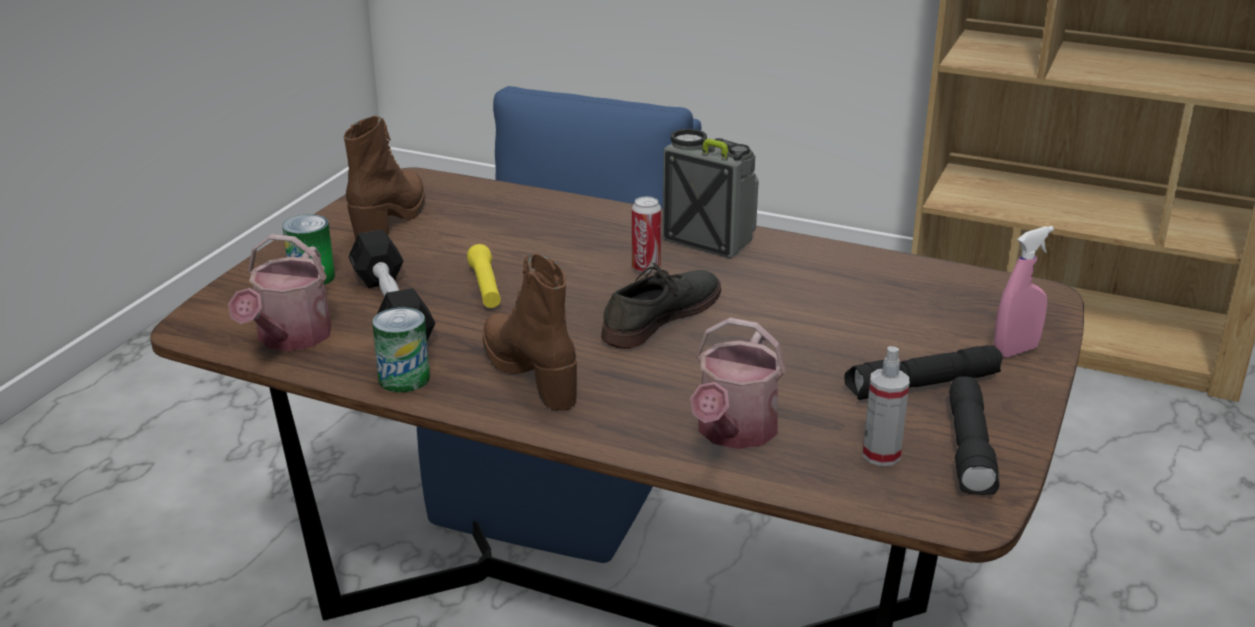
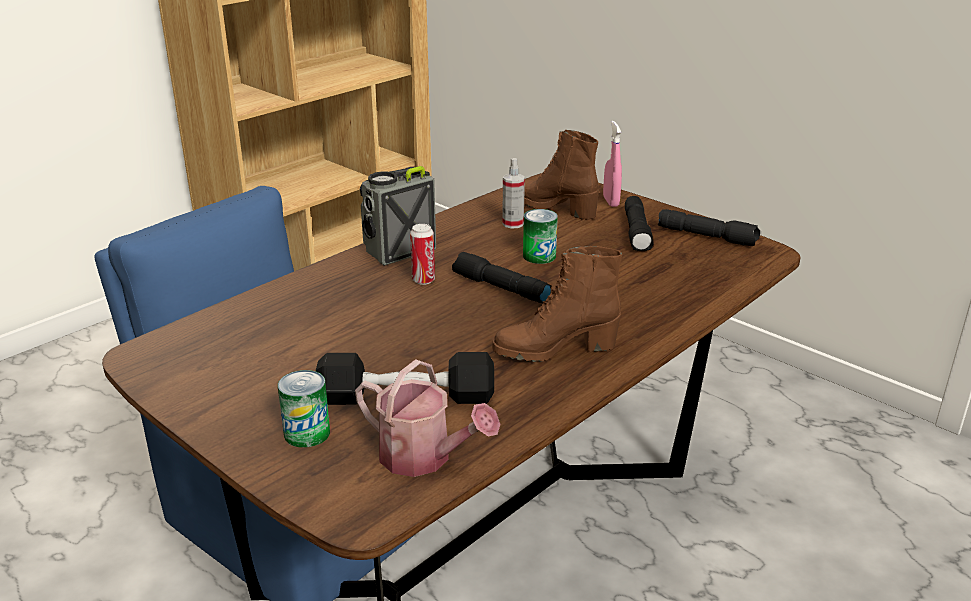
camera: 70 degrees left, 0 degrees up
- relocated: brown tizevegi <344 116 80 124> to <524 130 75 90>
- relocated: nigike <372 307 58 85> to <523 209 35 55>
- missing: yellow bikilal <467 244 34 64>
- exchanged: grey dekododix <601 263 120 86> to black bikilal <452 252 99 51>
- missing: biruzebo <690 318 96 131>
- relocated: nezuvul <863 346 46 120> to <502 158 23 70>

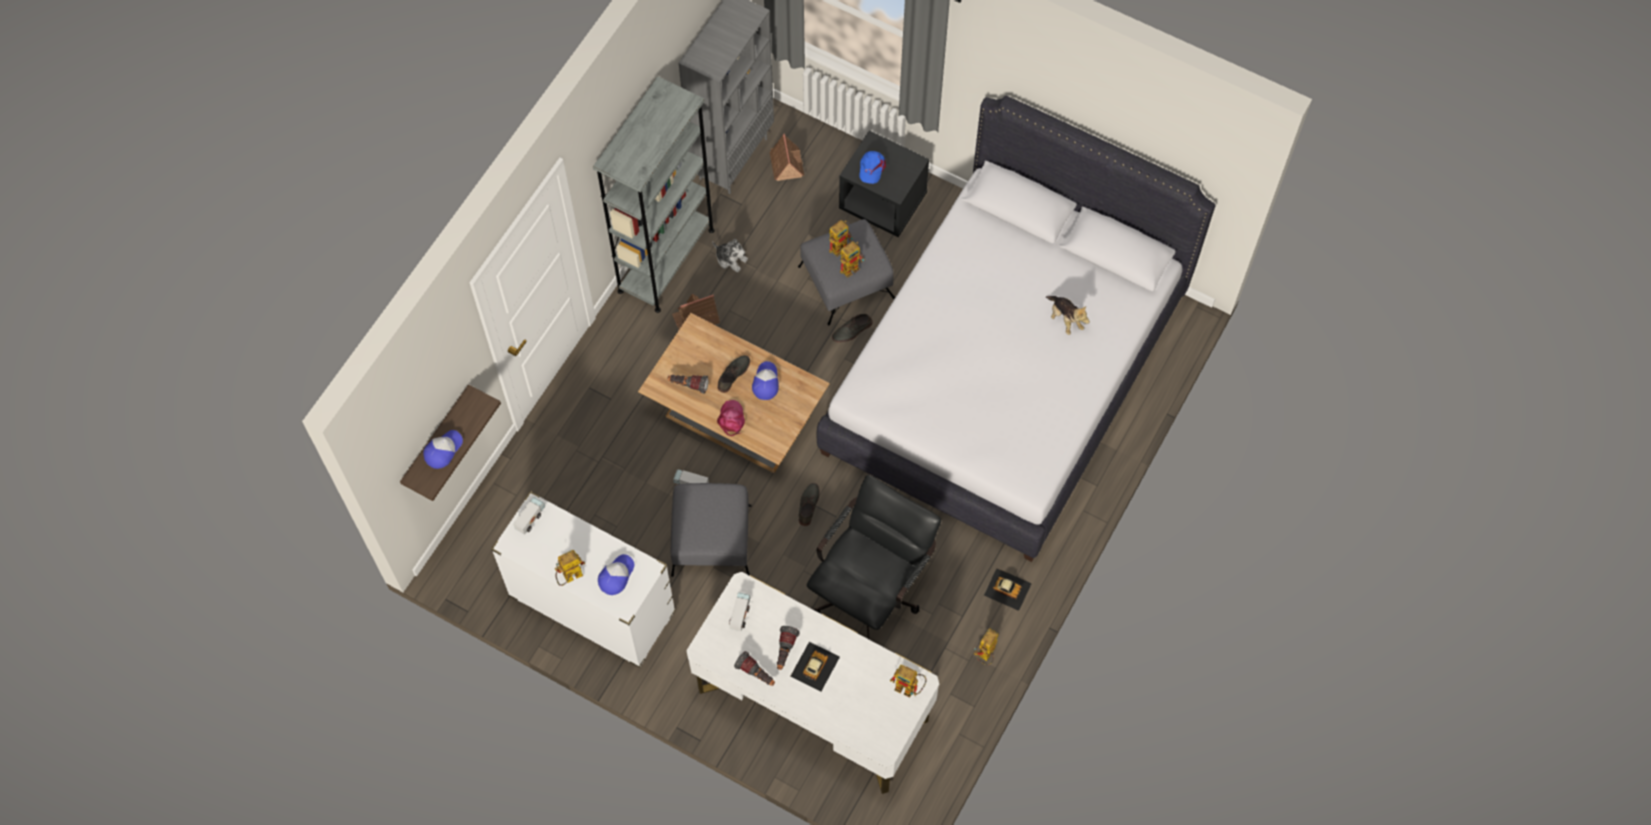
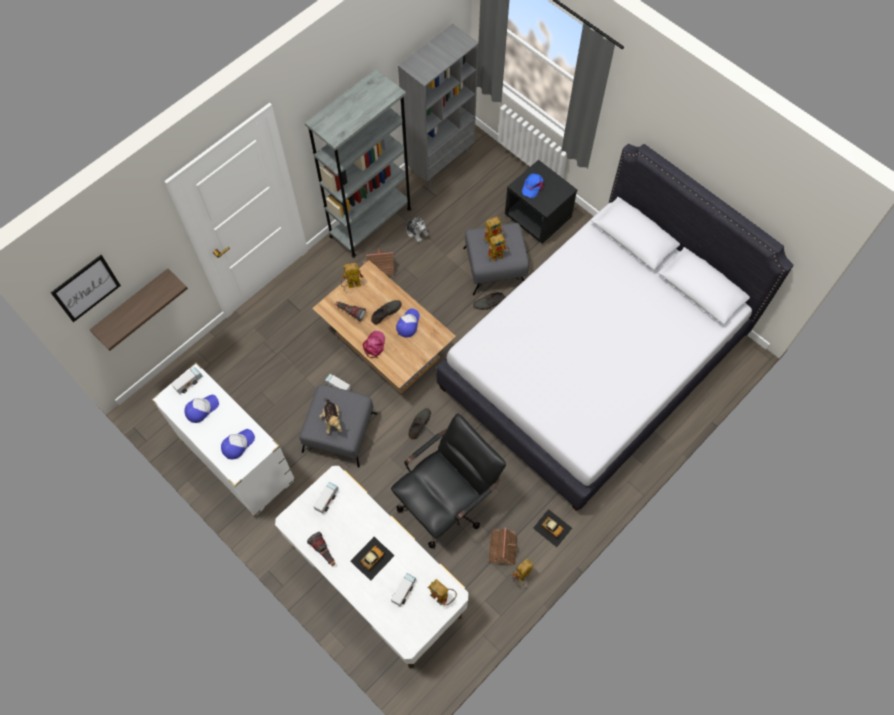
camera: 15 degrees right, 0 degrees up
- relocated: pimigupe <423 430 40 39> to <184 395 35 28>
- relocated: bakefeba <555 550 30 36> to <341 263 23 25>
- relocated: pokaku <770 134 34 47> to <489 528 28 37>
- missing: bikilal <777 626 23 44>
- relocated: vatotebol <1046 296 44 39> to <319 398 23 36>
- appeared: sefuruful <51 255 70 67>
- appeared: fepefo <391 573 25 34>

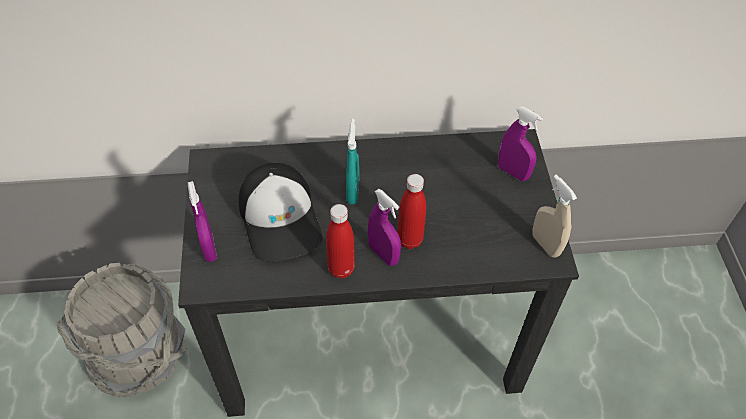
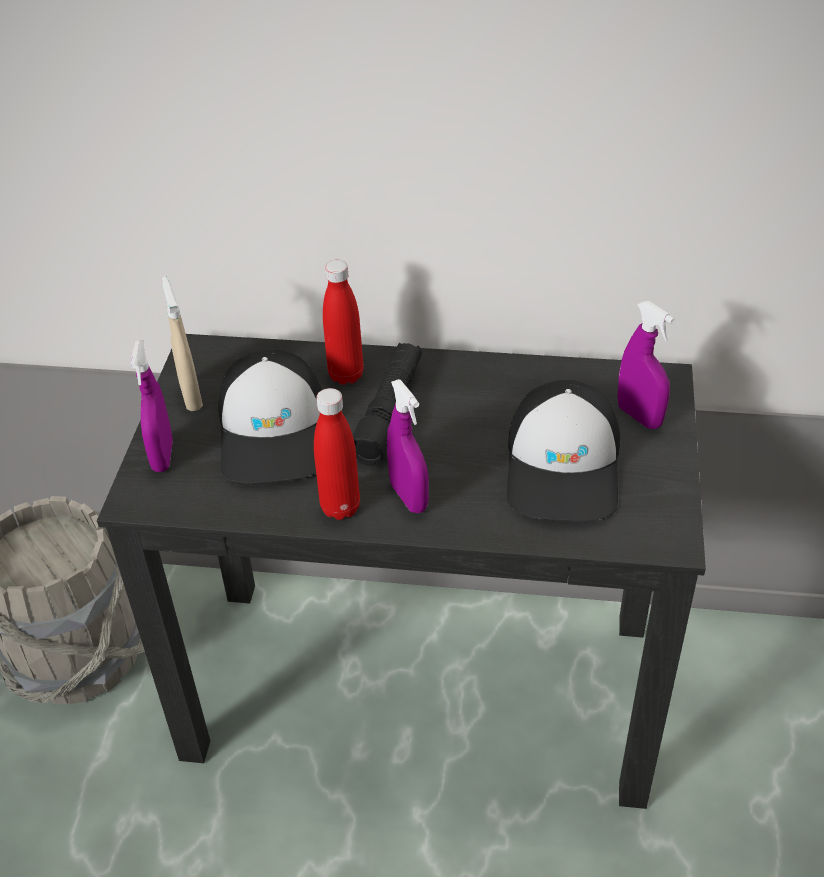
camera: 15 degrees right, 10 degrees down
- exchanged: turquoise nezuvul <346 119 13 86> to black bikilal <353 343 69 123>
- relocated: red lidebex <397 174 29 75> to <323 260 40 125>
- relocated: beige nezuvul <532 175 45 82> to <162 276 41 135>
- appeared: pimigupe <507 380 113 141>

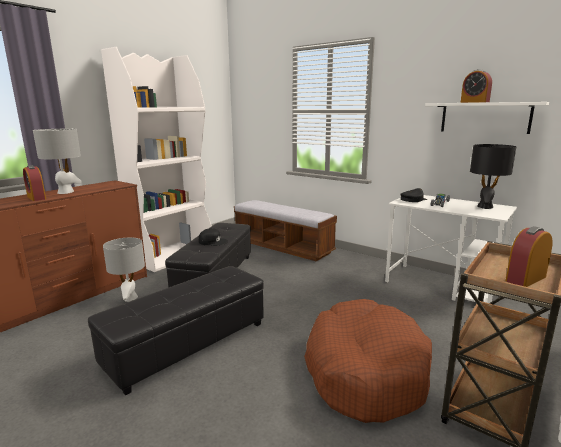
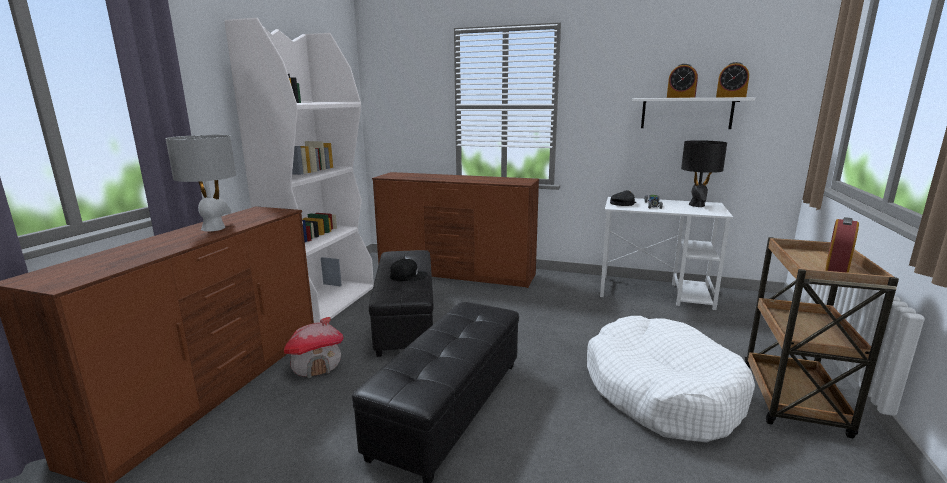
camera: 20 degrees left, 0 degrees up
- relocated: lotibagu <23 165 23 36> to <716 62 33 35>
- exchanged: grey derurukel <103 237 42 65> to pokaku <284 317 59 61>
- exchanged: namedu <234 200 103 61> to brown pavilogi <372 172 167 116>
- colour: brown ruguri <304 299 128 124> to white ruguri <587 316 168 127>

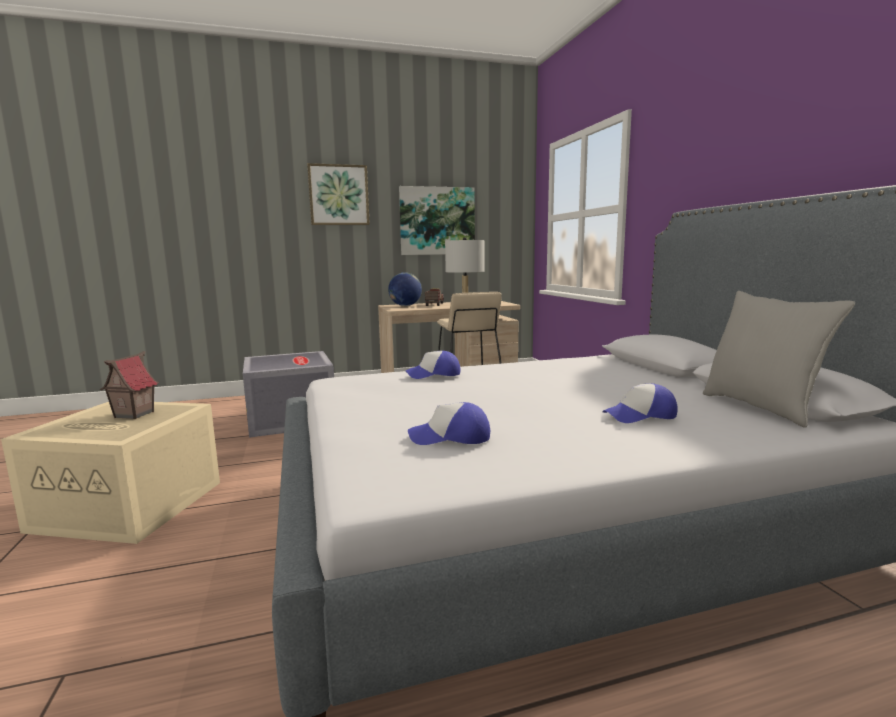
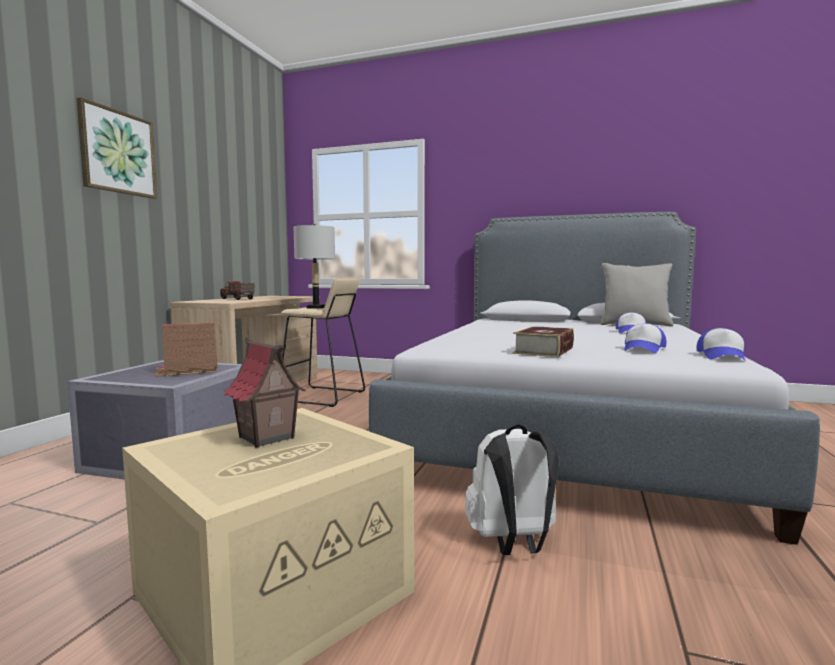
camera: 55 degrees left, 5 degrees down
- missing: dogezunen <388 272 34 34>
- missing: sefuruful <399 186 76 69>
- relocated: pimigupe <406 351 55 28> to <696 328 50 33>
- appeared: pokaku <154 322 64 55>
- appeared: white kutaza <465 424 94 131>
- appeared: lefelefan <513 326 61 31>

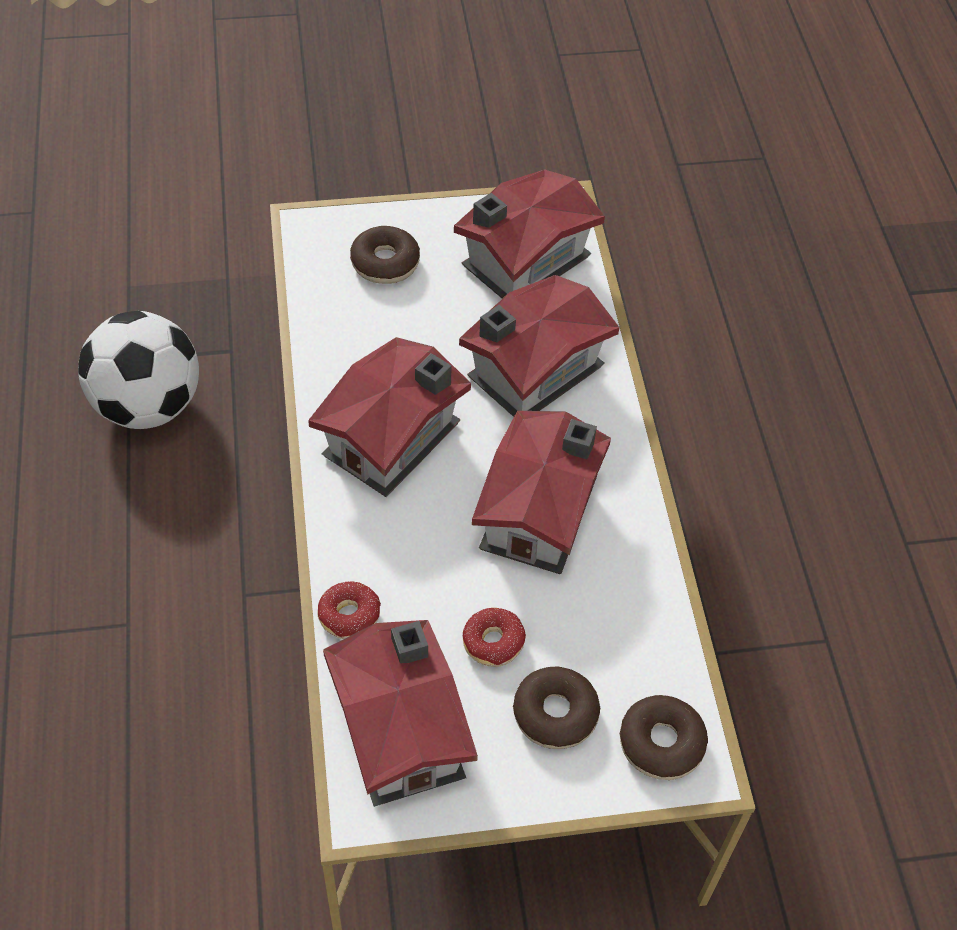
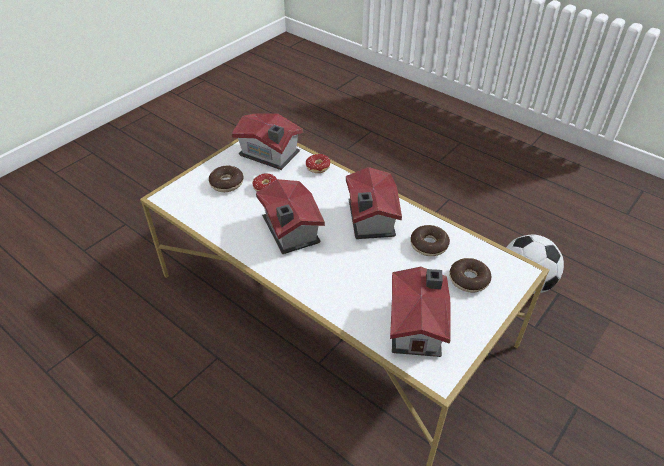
camera: 140 degrees right, 10 degrees down
- missing: pokaku <459 275 161 142>
- relocated: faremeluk <620 695 88 85> to <410 225 40 31>

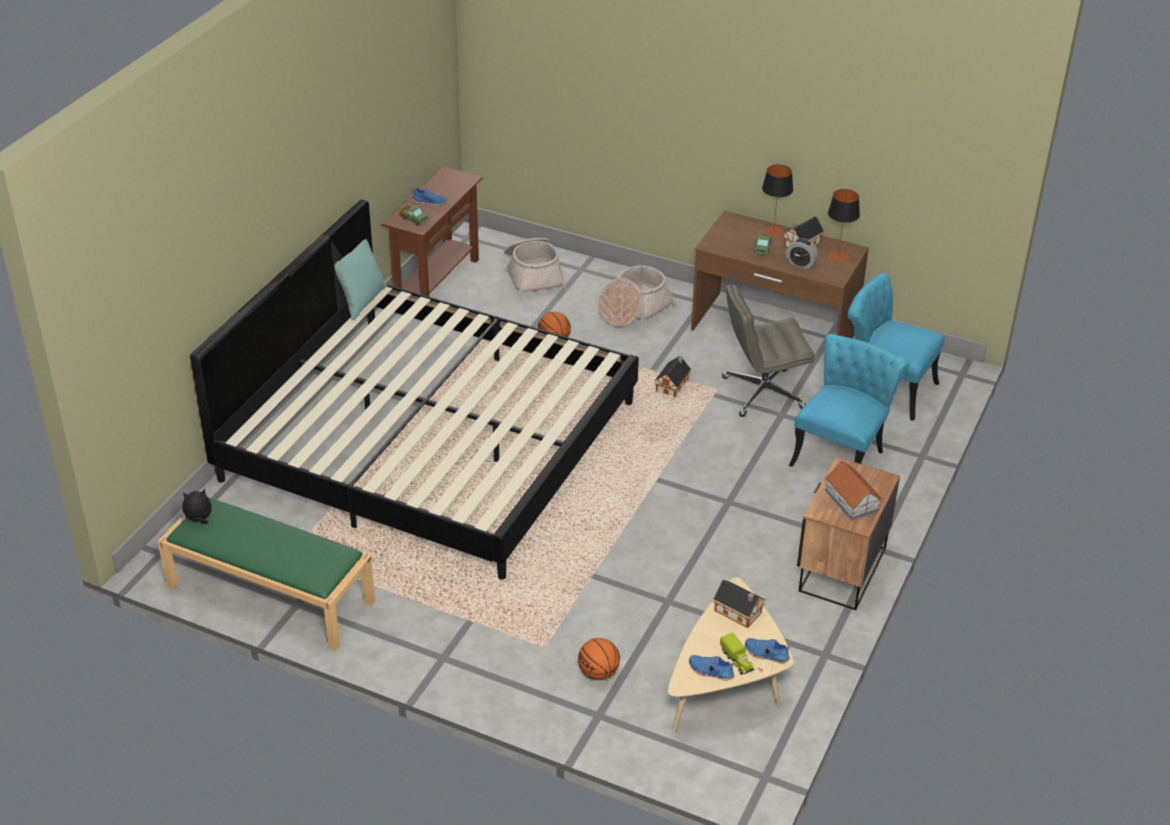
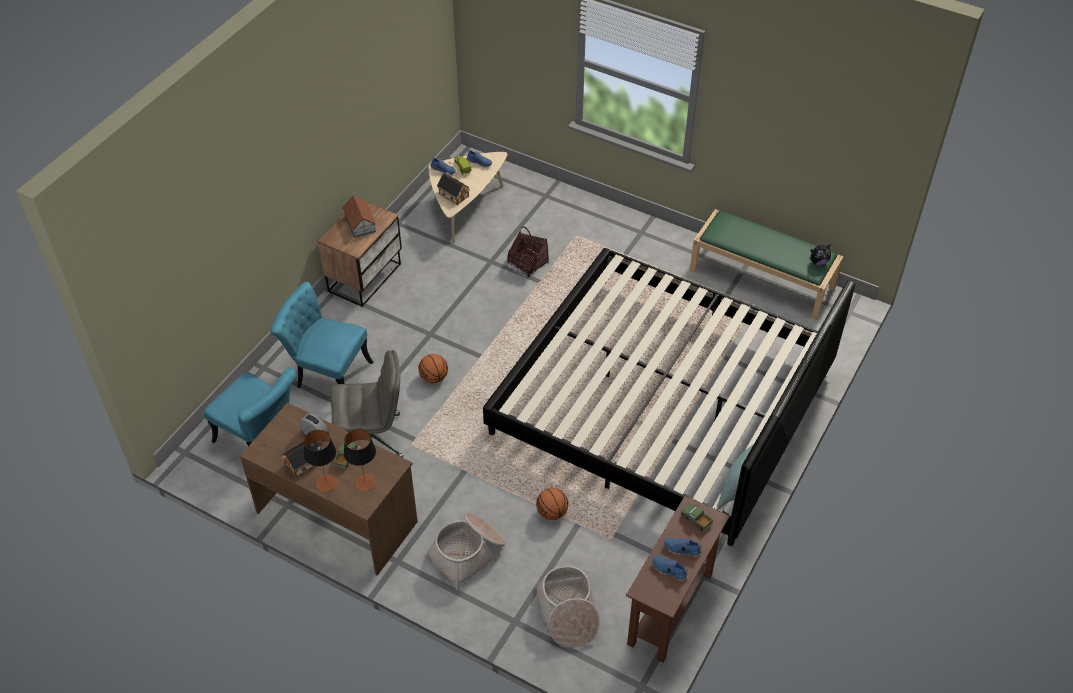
camera: 175 degrees left, 10 degrees up
- relocated: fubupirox <578 638 42 42> to <419 354 29 29>
- missing: pokaku <655 356 36 41>
- spun: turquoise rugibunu <789 334 121 133> = <270 282 103 106> 75 degrees clockwise
- relocated: derurukel <828 189 32 74> to <344 429 32 62>
- appeared: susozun <507 227 42 50>
- appeared: blue dekododix <652 555 36 26>

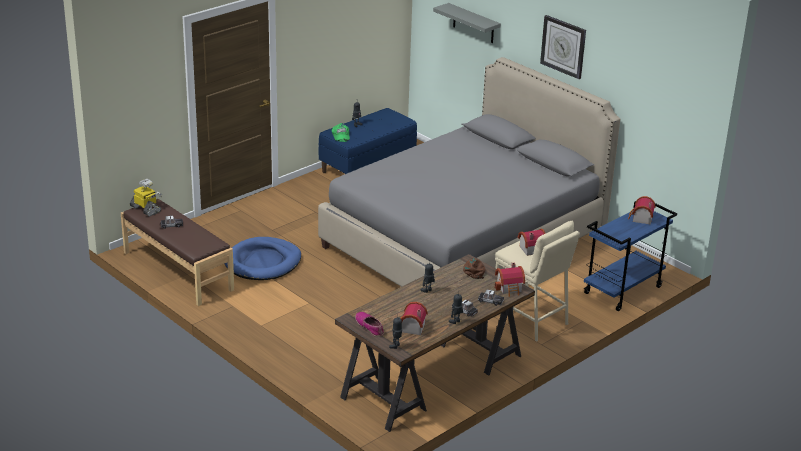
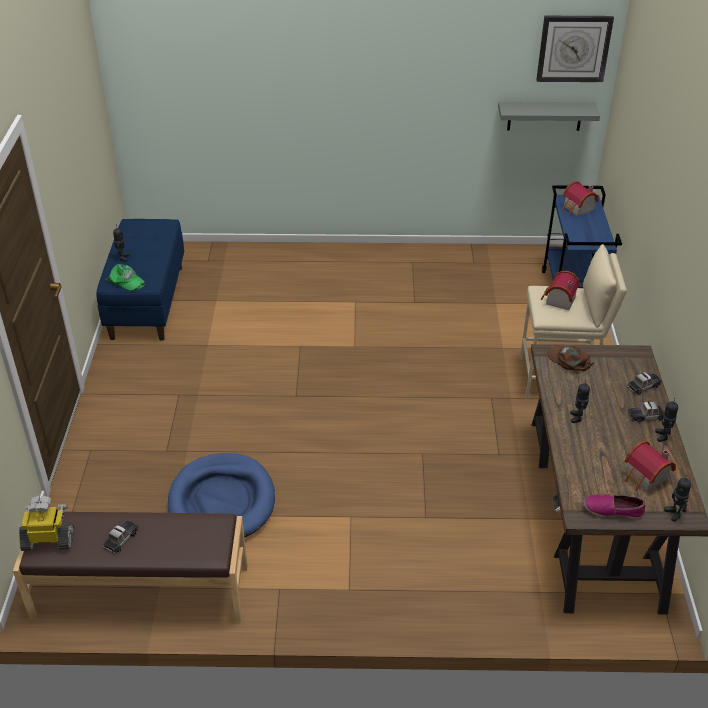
camera: 45 degrees left, 10 degrees up
- missing: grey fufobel <318 57 302 230>
- relocated: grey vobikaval <433 3 68 40> to <498 102 102 29>
- missing: pokaku <495 263 30 34>
- relocated: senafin <540 15 46 64> to <536 16 78 66>

